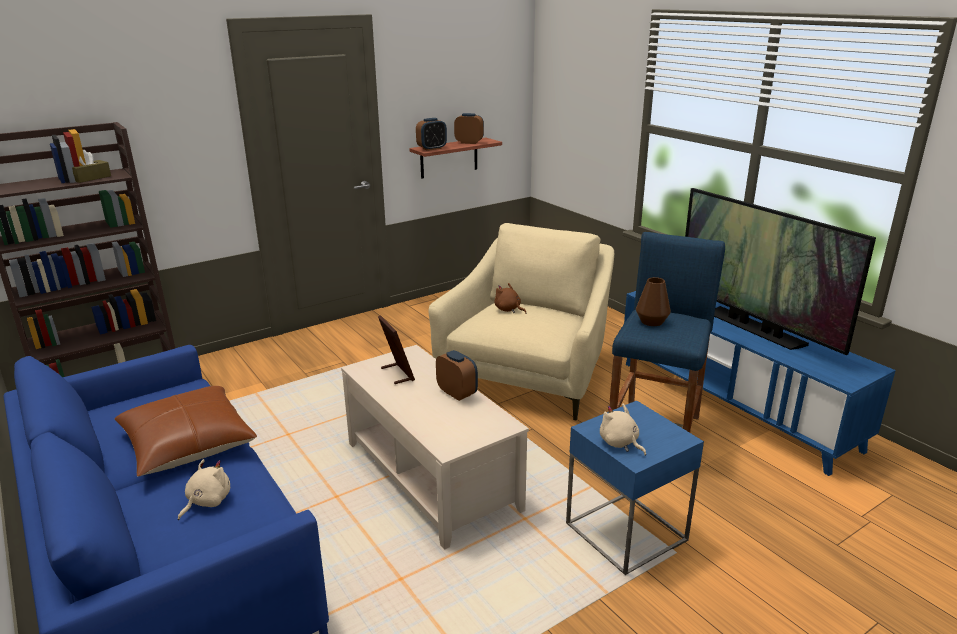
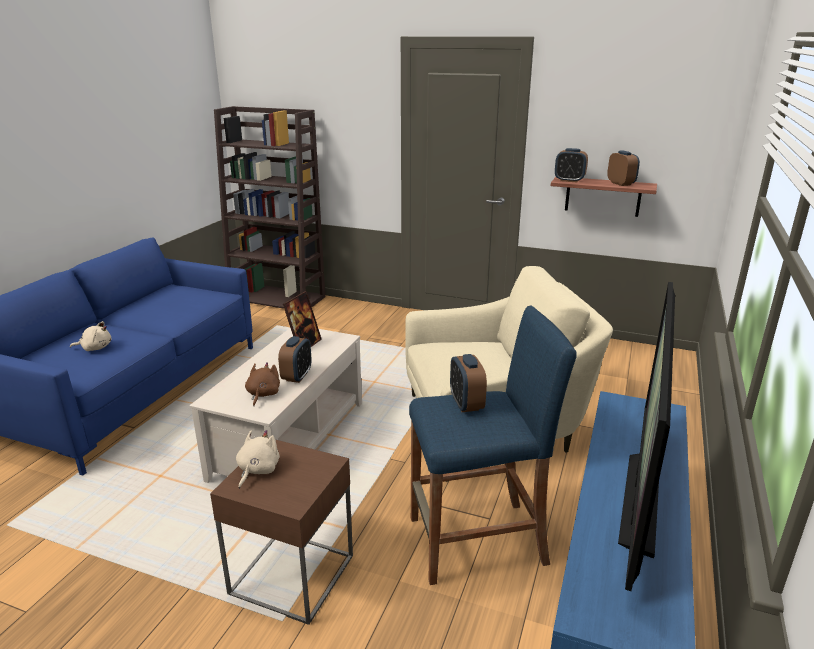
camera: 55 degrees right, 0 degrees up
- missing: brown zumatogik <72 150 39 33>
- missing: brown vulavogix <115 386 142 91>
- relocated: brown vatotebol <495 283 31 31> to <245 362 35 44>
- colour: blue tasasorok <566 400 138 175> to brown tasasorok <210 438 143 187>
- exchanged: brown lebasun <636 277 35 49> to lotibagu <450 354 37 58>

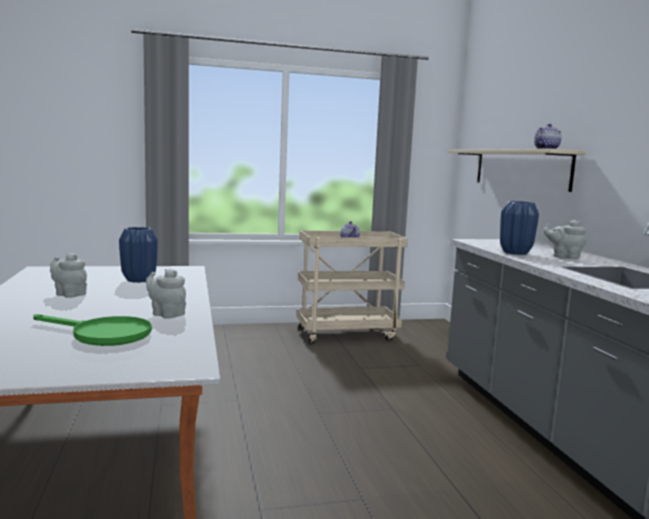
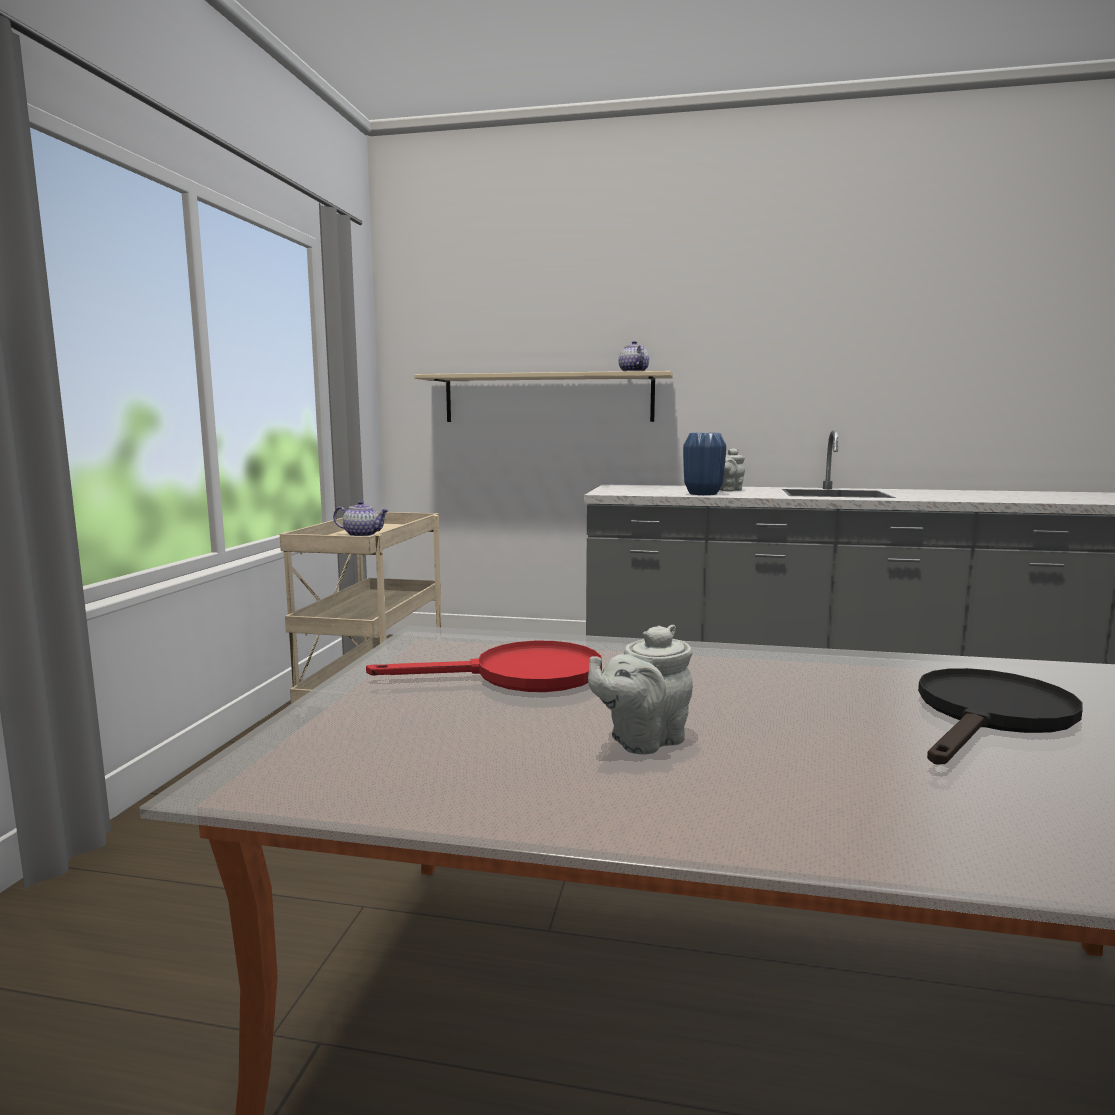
camera: 65 degrees left, 0 degrees up
- colour: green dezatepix <33 314 119 32> to black dezatepix <918 668 165 96>
- exchanged: blue lebasun <119 227 39 56> to red dezatepix <366 641 236 51>
- missing: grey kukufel <146 269 40 50>

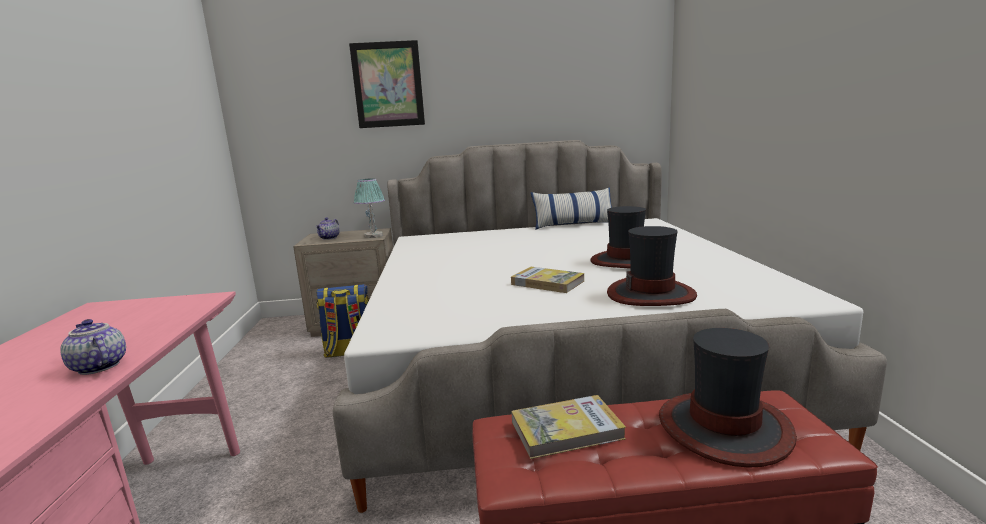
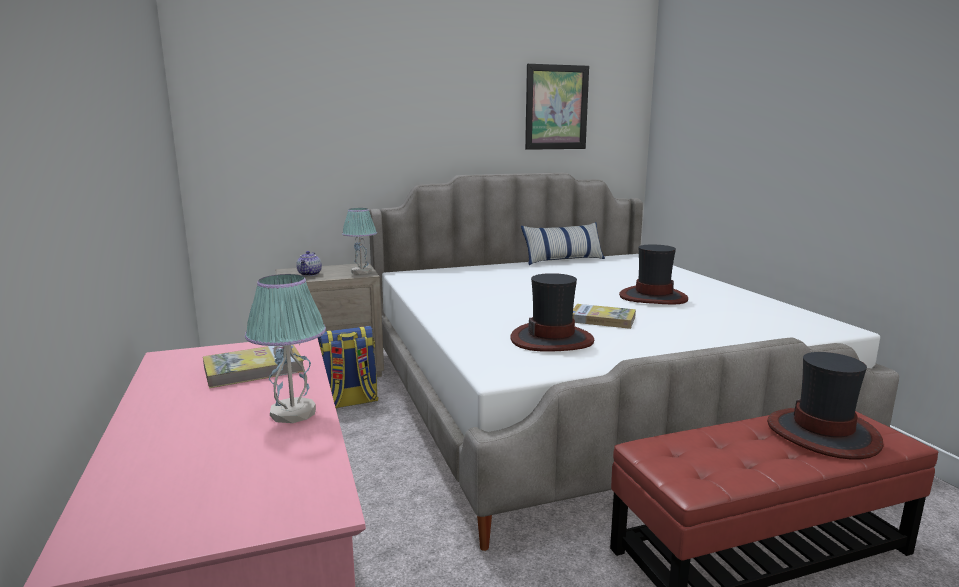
camera: 15 degrees left, 0 degrees up
- exchanged: kukufel <60 319 66 56> to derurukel <245 274 81 149>
- relocated: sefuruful <349 40 76 88> to <525 64 64 86>
- relocated: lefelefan <511 395 115 64> to <203 345 101 43>
- relocated: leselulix <607 226 90 80> to <510 273 84 79>

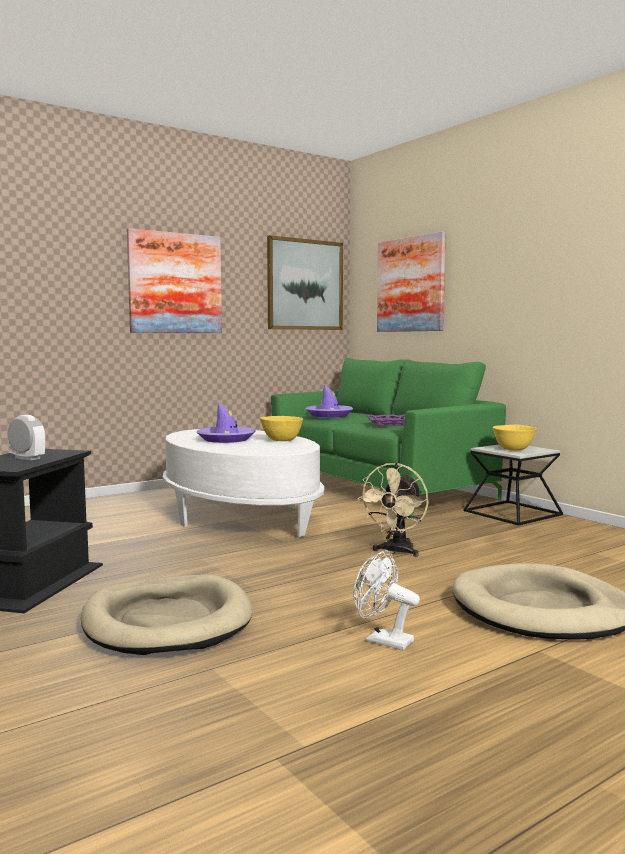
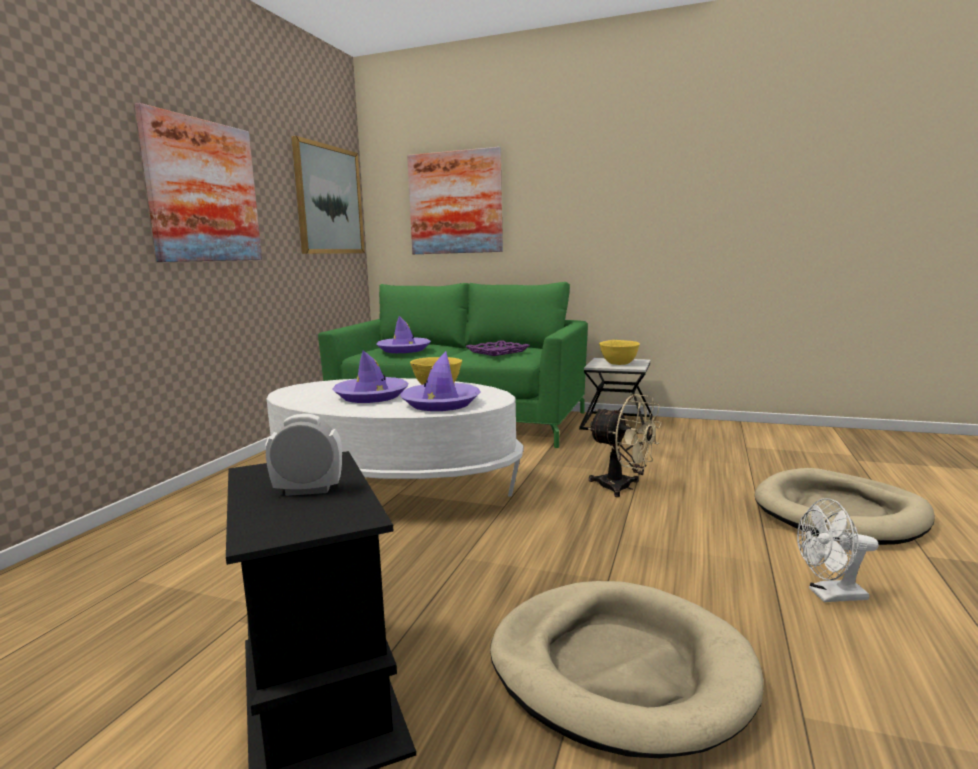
camera: 35 degrees left, 5 degrees up
- spun: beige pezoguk <358 463 70 94> = <588 394 74 103> 45 degrees counterclockwise
- appeared: purple leselulix <400 351 80 60>

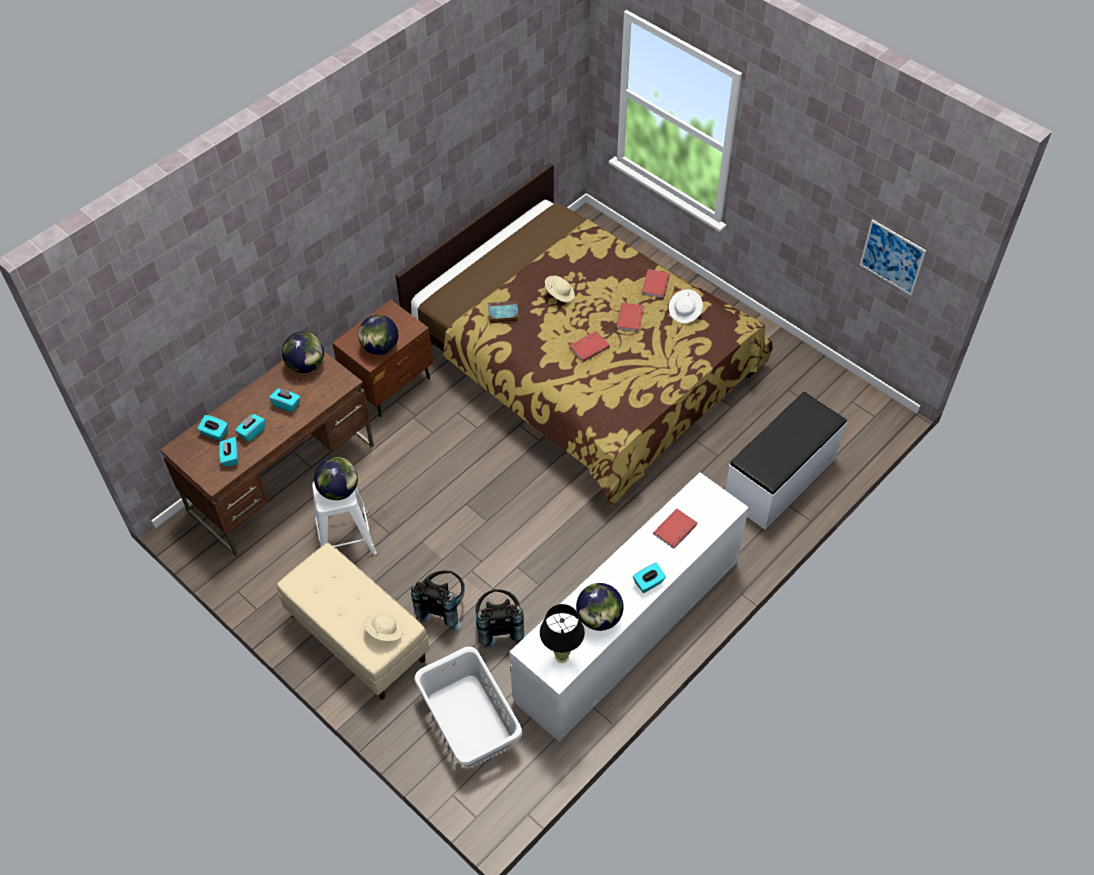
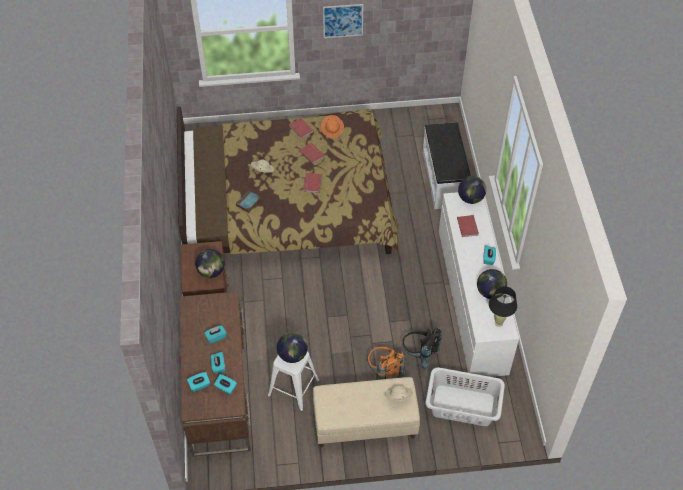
camera: 50 degrees left, 0 degrees up
- relocated: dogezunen <282 332 42 41> to <458 176 28 28>
- colour: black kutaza <411 570 54 61> to orange kutaza <367 347 38 33>
- colour: white leselulix <669 289 34 34> to orange leselulix <321 115 23 23>
- relocated: sefuruful <860 219 66 77> to <323 4 41 34>

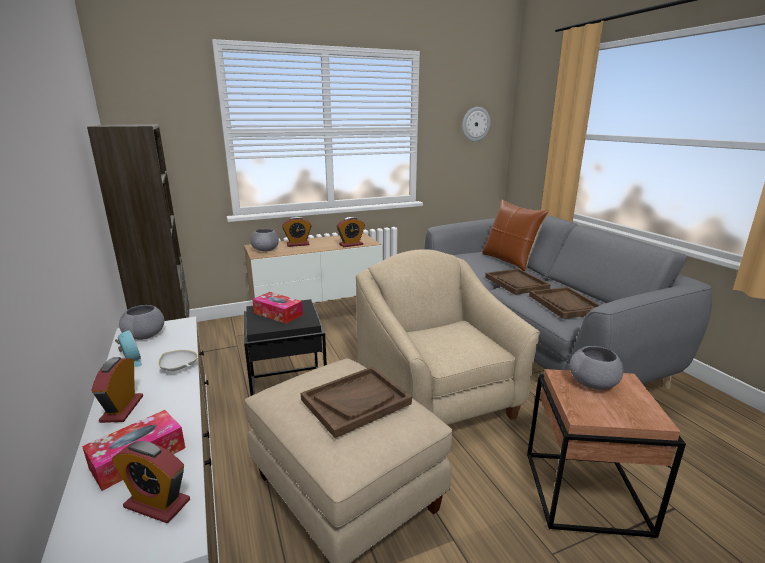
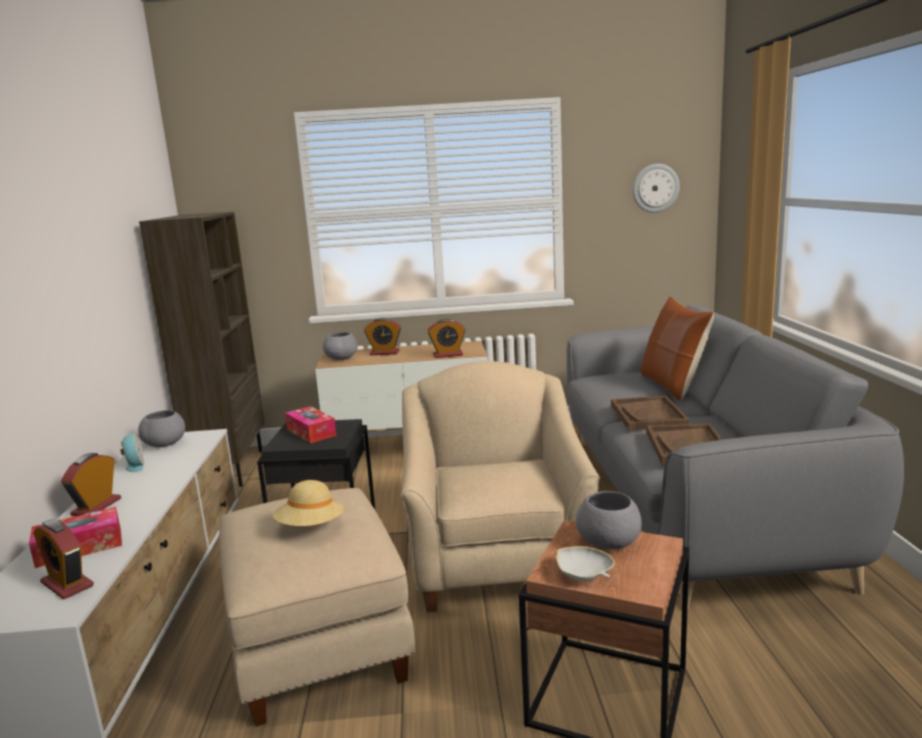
camera: 20 degrees right, 5 degrees down
- relocated: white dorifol <158 350 40 21> to <556 546 59 35>
- exchanged: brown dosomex <301 366 111 72> to beige leselulix <273 480 71 46>

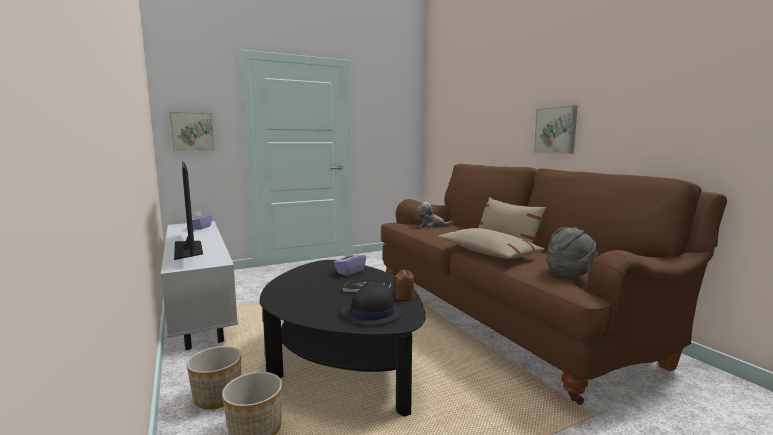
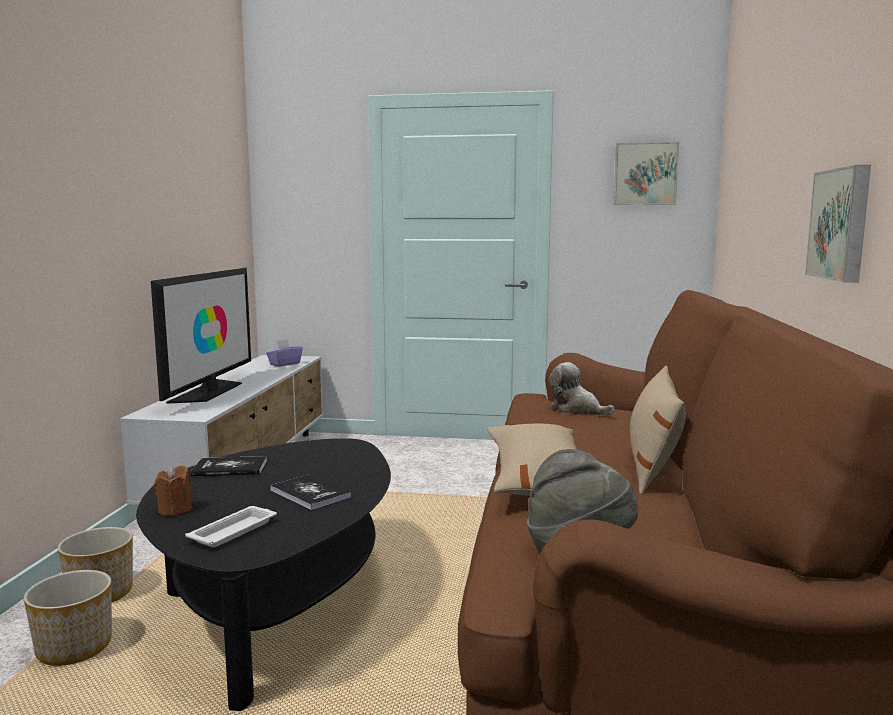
camera: 35 degrees right, 0 degrees up
- relocated: sefuruful <169 112 46 40> to <614 142 65 63>
- missing: purple zumatogik <333 248 33 28>
- exchanged: black leselulix <341 283 62 42> to white dosomex <185 506 92 41>
- relocated: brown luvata <395 270 19 30> to <154 466 38 50>
- appeared: lefelefan <191 456 76 21>

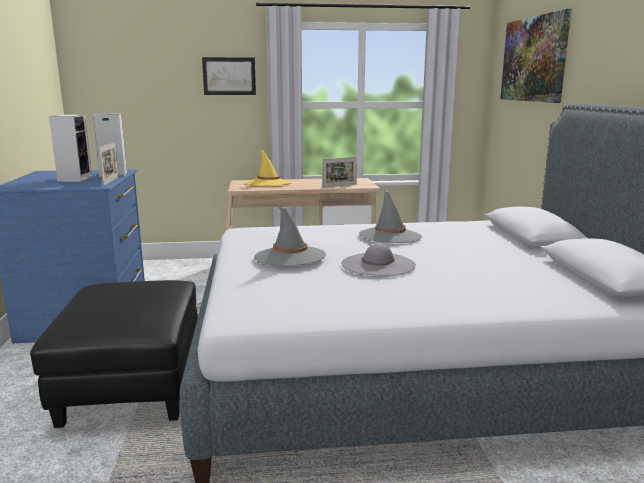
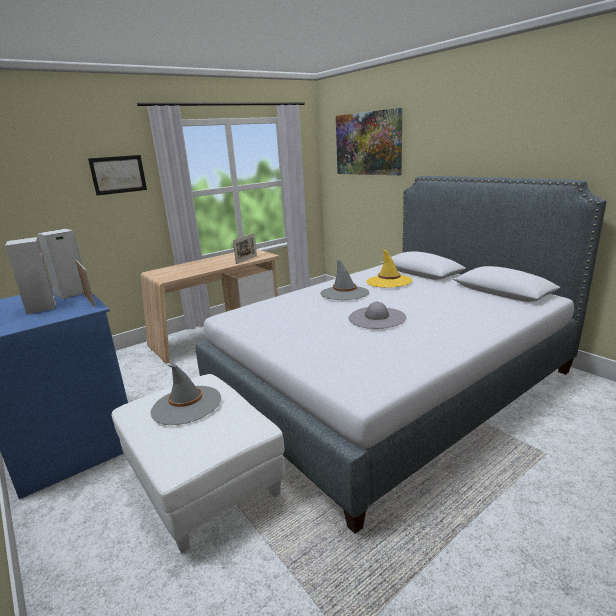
camera: 30 degrees left, 5 degrees up
- colour: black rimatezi <30 280 168 148> to white rimatezi <111 374 174 180>
- relocated: yellow leselulix <246 149 45 37> to <366 250 47 38>
- relocated: grey leselulix <254 205 72 61> to <151 365 70 60>

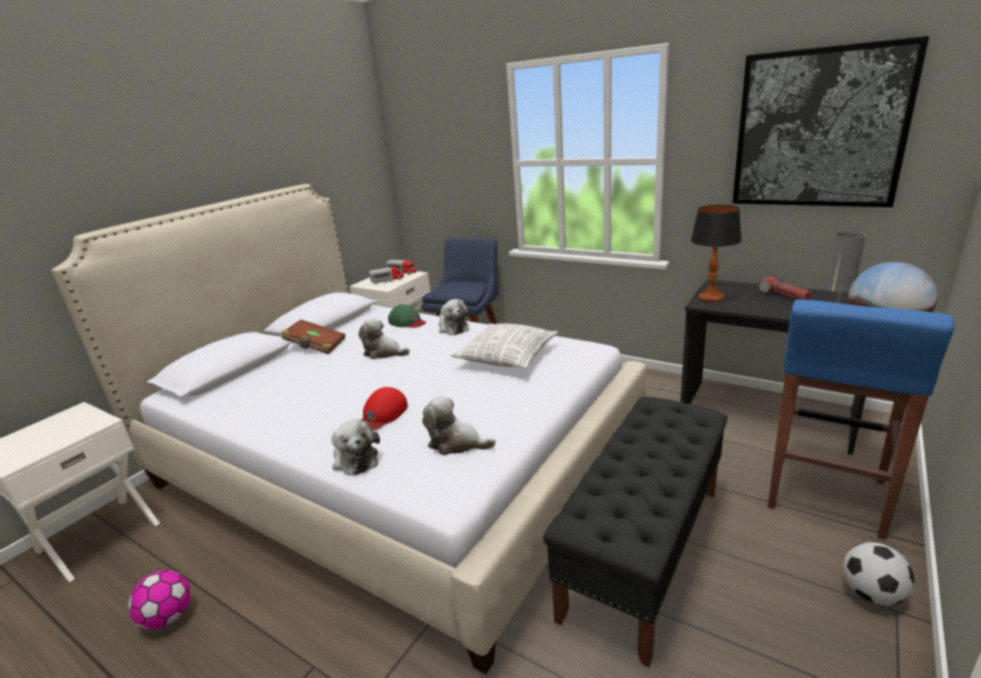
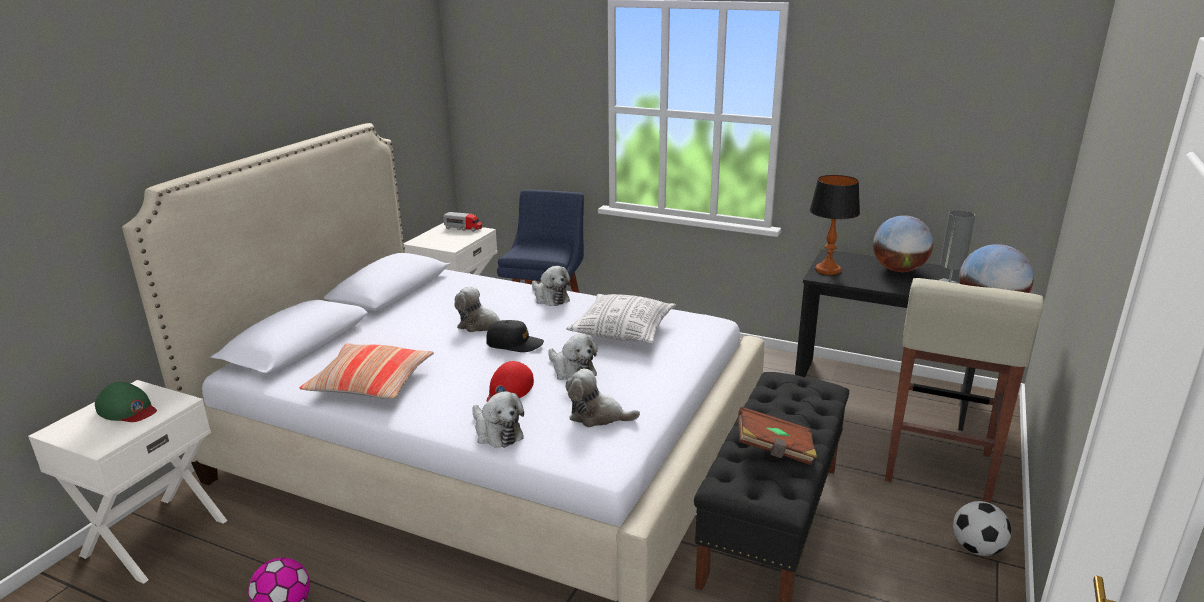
camera: 10 degrees left, 0 degrees up
- relocated: brown lefelefan <281 319 64 35> to <738 407 79 59>
- missing: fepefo <369 267 35 18>
- relocated: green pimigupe <388 304 38 24> to <95 382 62 40>
- missing: sefuruful <732 36 197 171>
- exchanged: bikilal <758 275 54 25> to dogezunen <873 216 60 56>
- colour: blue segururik <768 299 186 241> to beige segururik <885 278 159 225>
- appeared: vulavogix <300 343 134 56>
- appeared: black pimigupe <486 320 58 32>
- appeared: vatotebol <548 333 50 47>

